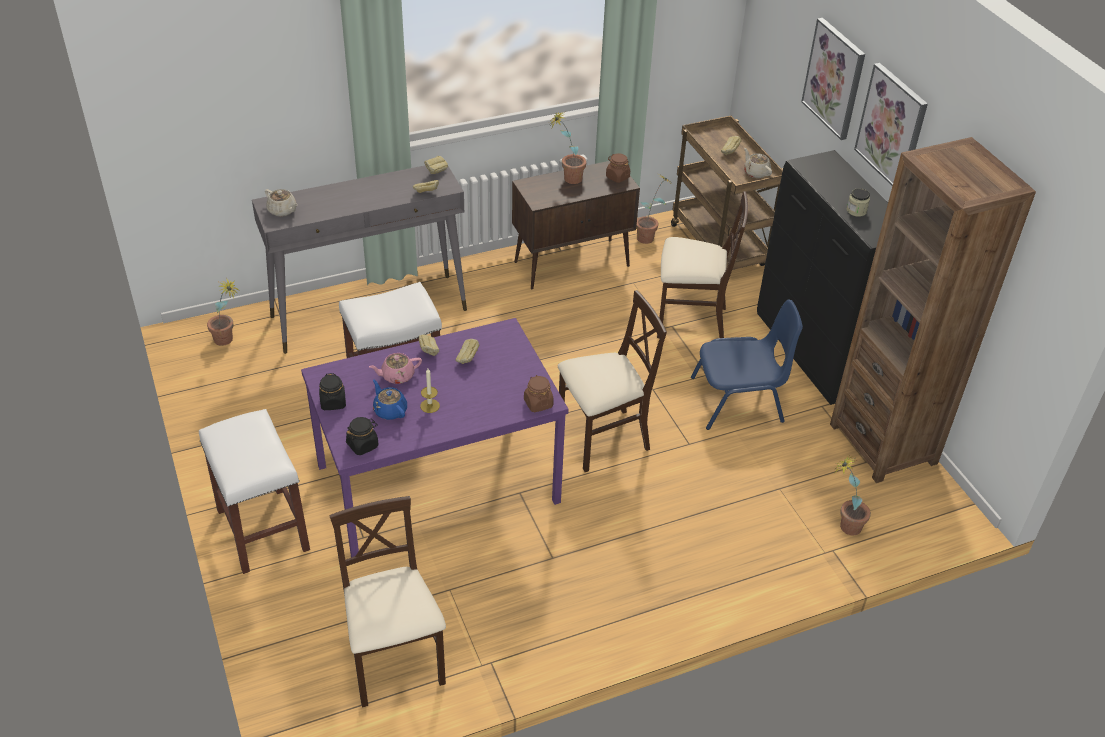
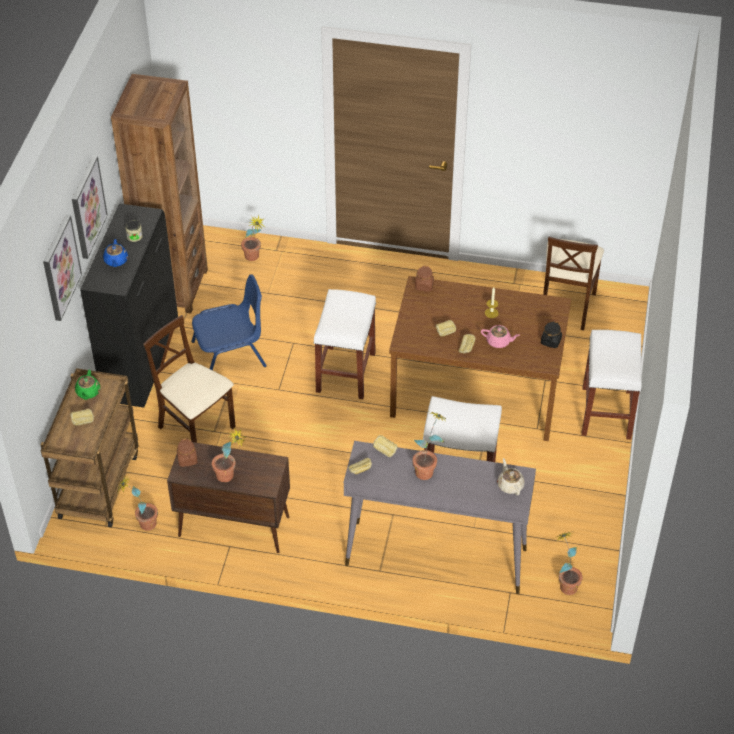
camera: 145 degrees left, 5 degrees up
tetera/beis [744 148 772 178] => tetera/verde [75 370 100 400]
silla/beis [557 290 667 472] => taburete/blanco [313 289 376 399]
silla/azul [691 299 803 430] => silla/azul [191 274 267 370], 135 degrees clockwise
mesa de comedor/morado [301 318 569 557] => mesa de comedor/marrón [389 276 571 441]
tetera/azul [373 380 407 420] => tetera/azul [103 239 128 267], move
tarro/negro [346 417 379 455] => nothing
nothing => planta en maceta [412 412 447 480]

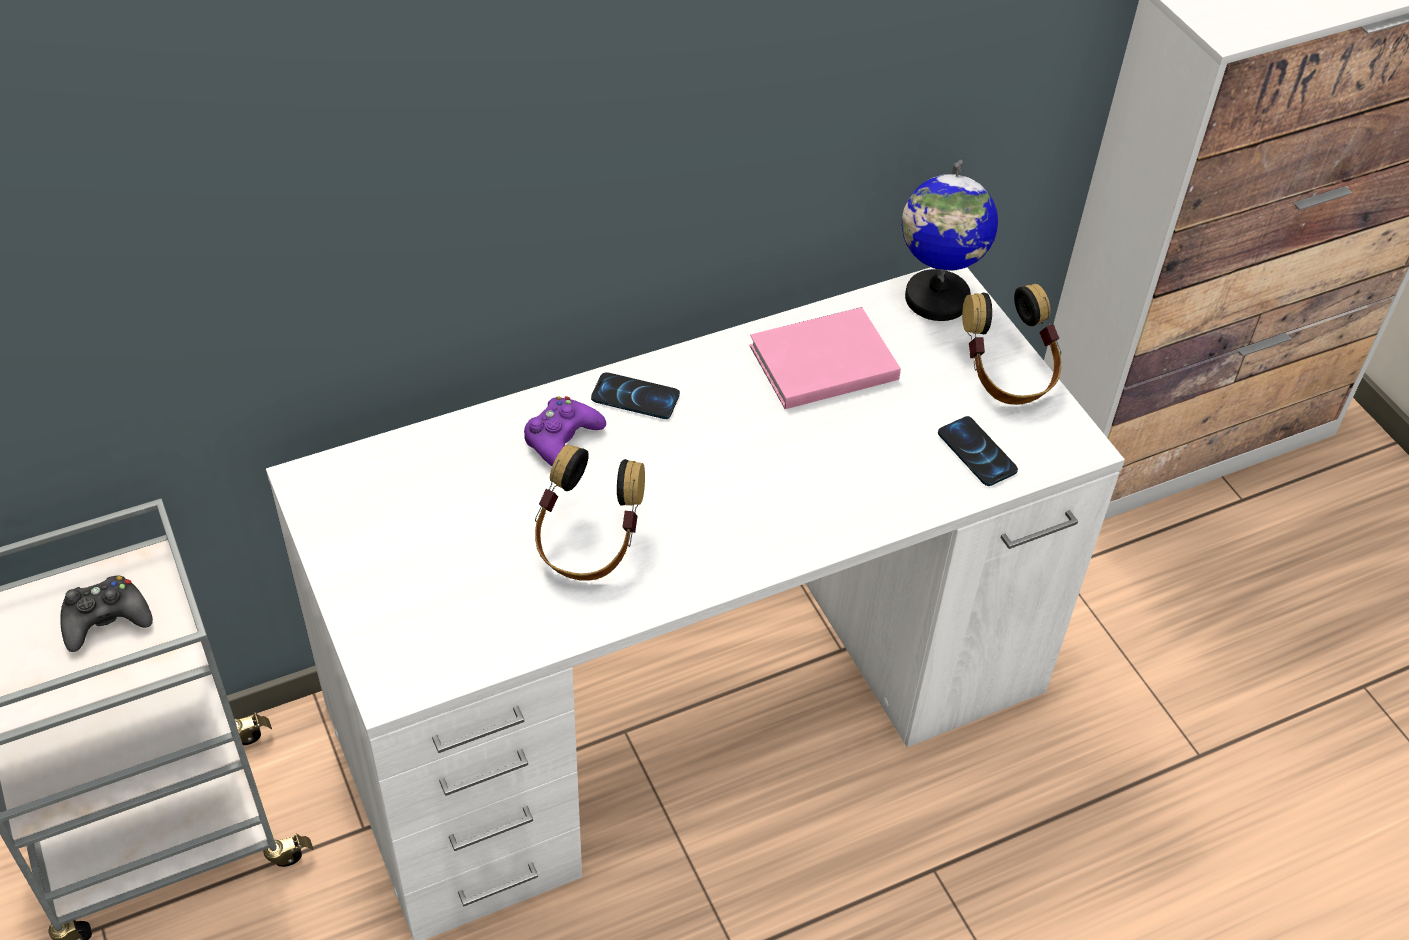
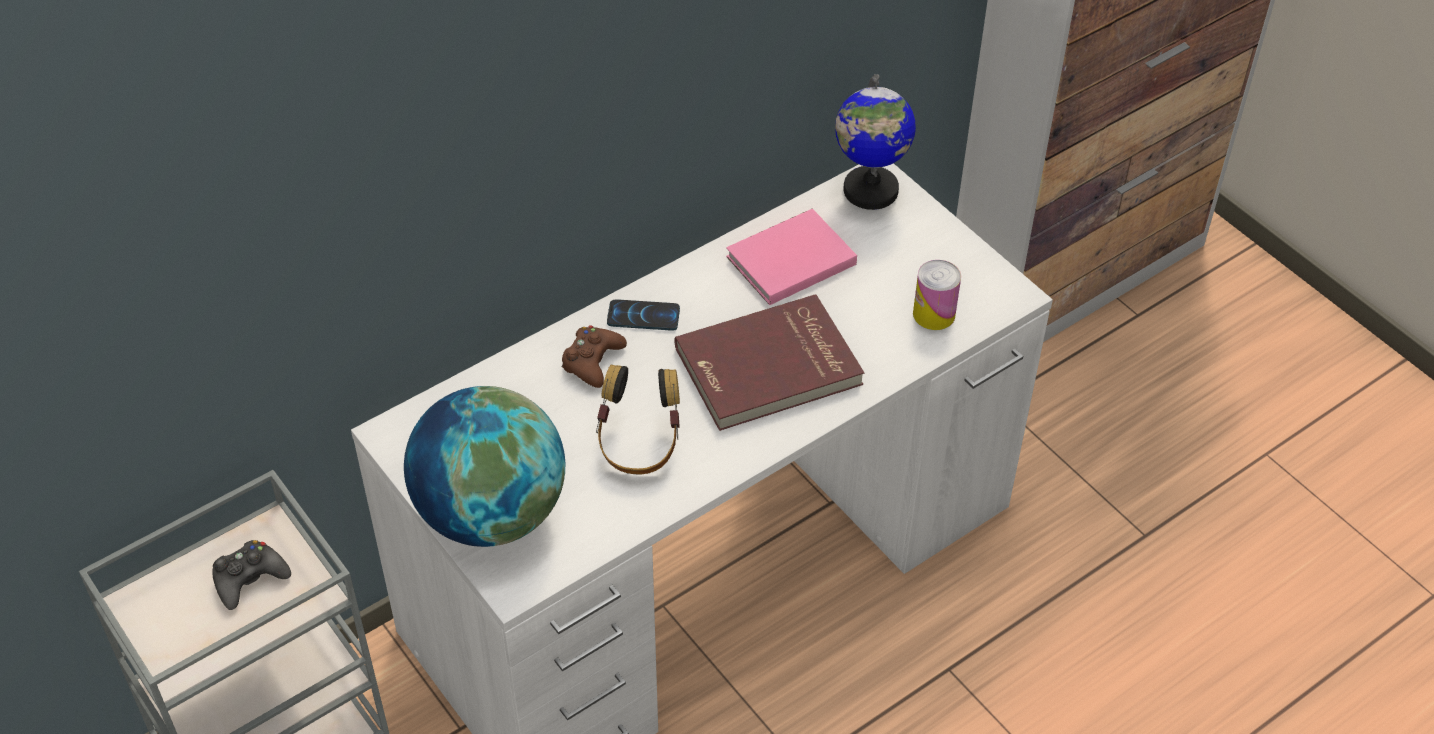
camera: 10 degrees left, 0 degrees up
auriculares [962 284 1061 405] => nothing
mando de consola/morado [524 396 606 466] => mando de consola/marrón [562 325 627 388]
móvil [938 416 1018 486] => lata [913 260 961 330]
nothing => libro/rojo [674 294 864 431]
nothing => globo terráqueo [404 386 565 547]

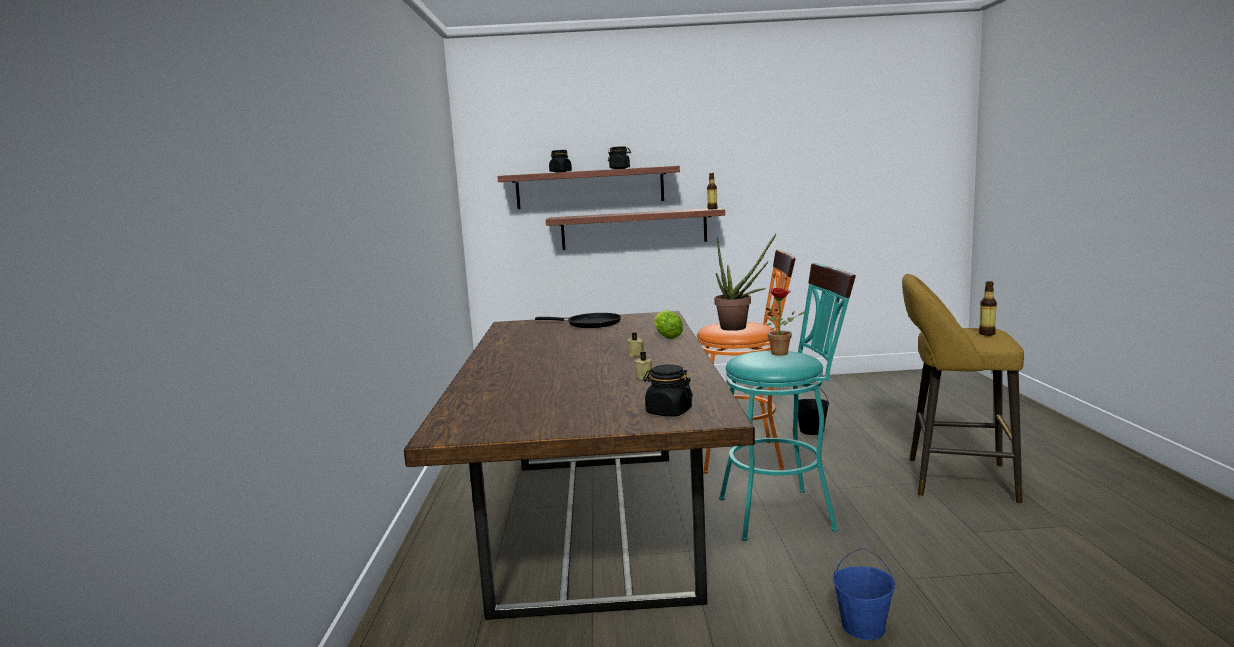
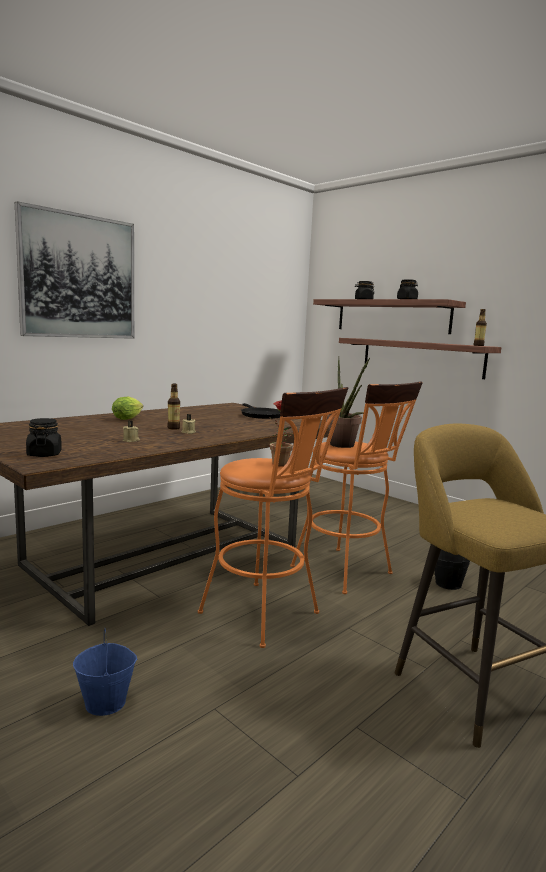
camera: 45 degrees right, 0 degrees up
taburete/turquesa [719 263 856 541] => taburete/naranja [198 387 348 648]
botella [979 281 997 336] => botella [167 384 180 430], move
lechuga [654 310 683 339] => lechuga [112 397 143 420], move
nothing => cuadro [15 201 134 339]

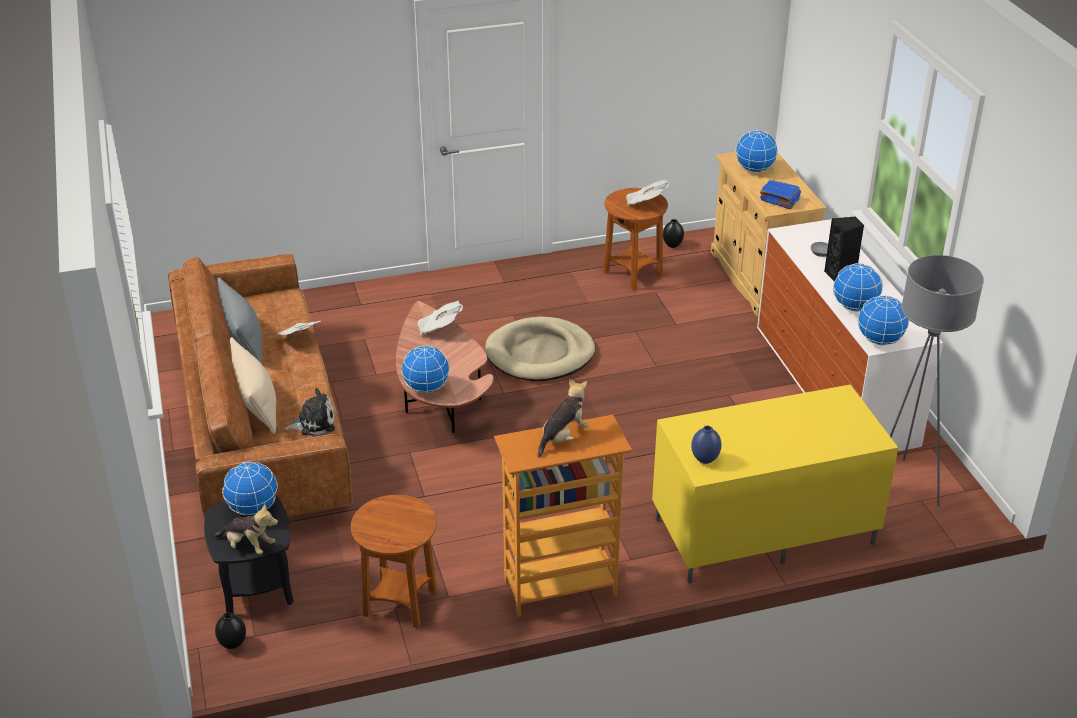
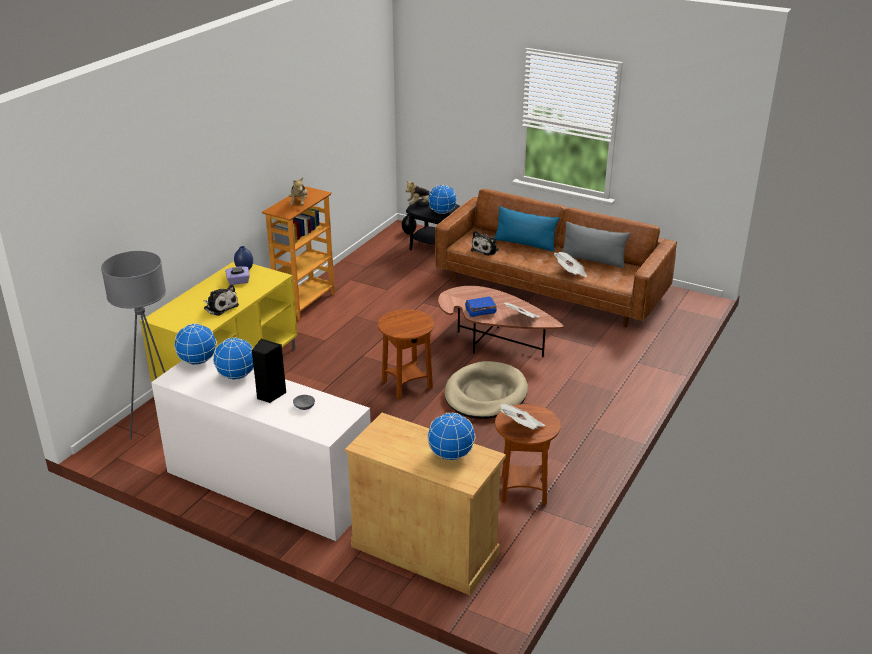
camera: 135 degrees right, 5 degrees down
libro/azul [760 180 801 209] => libro/azul [465 296 497 317], move
florero/negro [663 219 684 248] => nothing
cojín/beis [230 337 276 434] => cojín/azul [494 206 560 252]
globo terráqueo [401 345 450 393] => nothing
mesa auxiliar/marrón [351 495 437 628] => mesa auxiliar/marrón [378 309 434 399], move
nothing => caja de pañuelos/morado [225 266 250 285]
nothing => peluche [204 284 239 316]

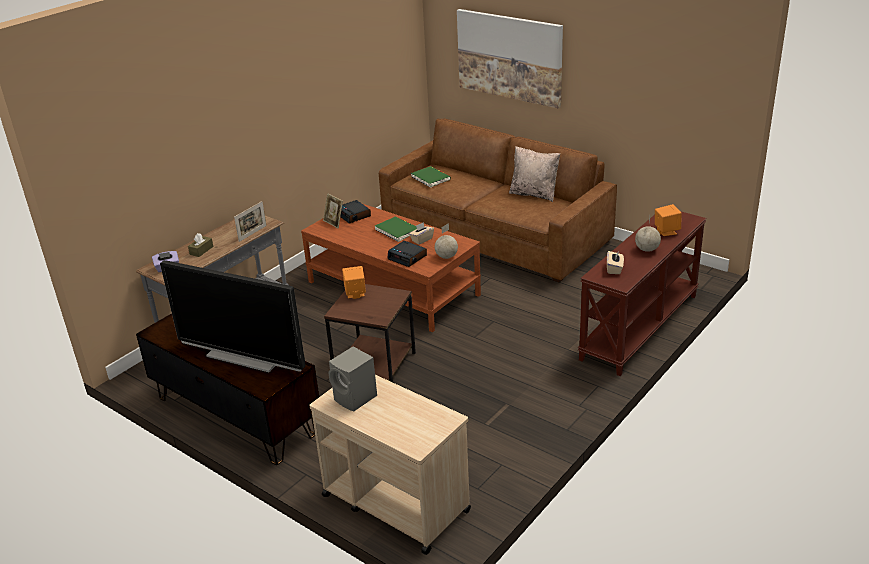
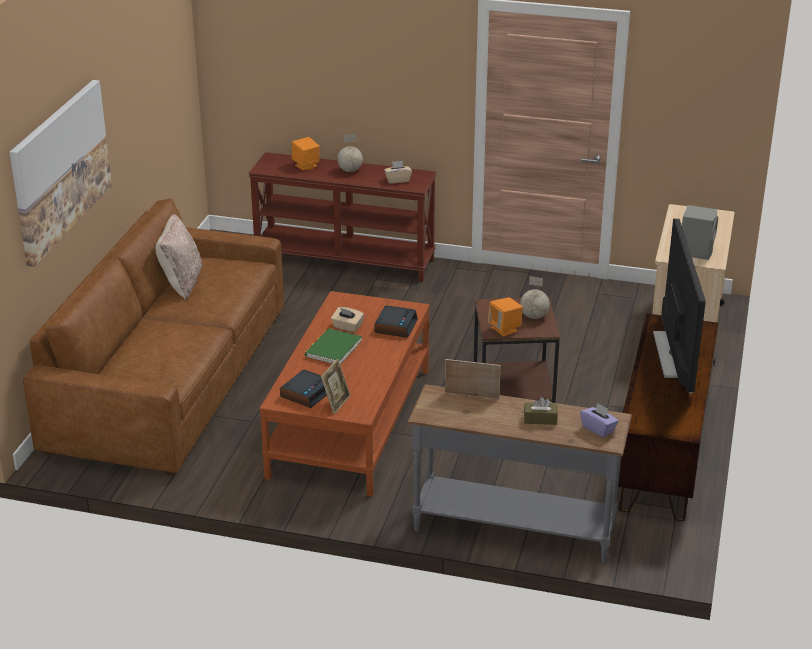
camera: 115 degrees left, 0 degrees up
libro/verde [411 166 451 188] => nothing
globo terráqueo [435 223 458 259] => globo terráqueo [520 276 550 319], move

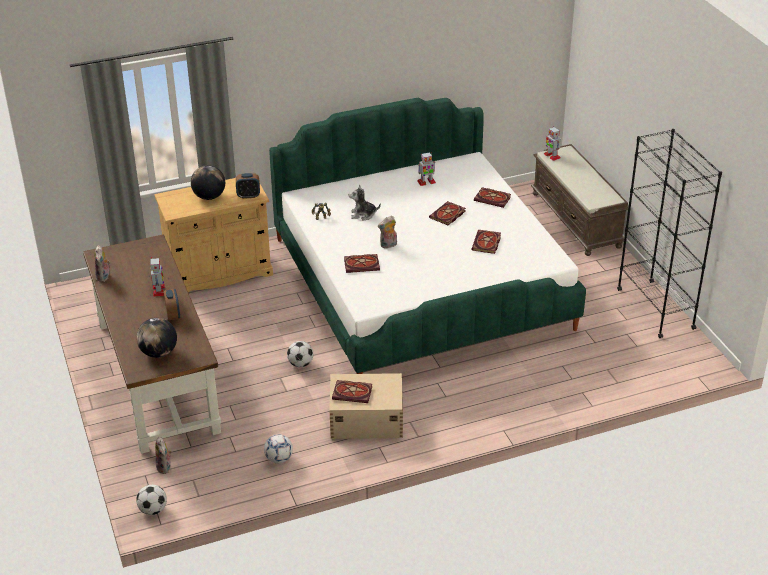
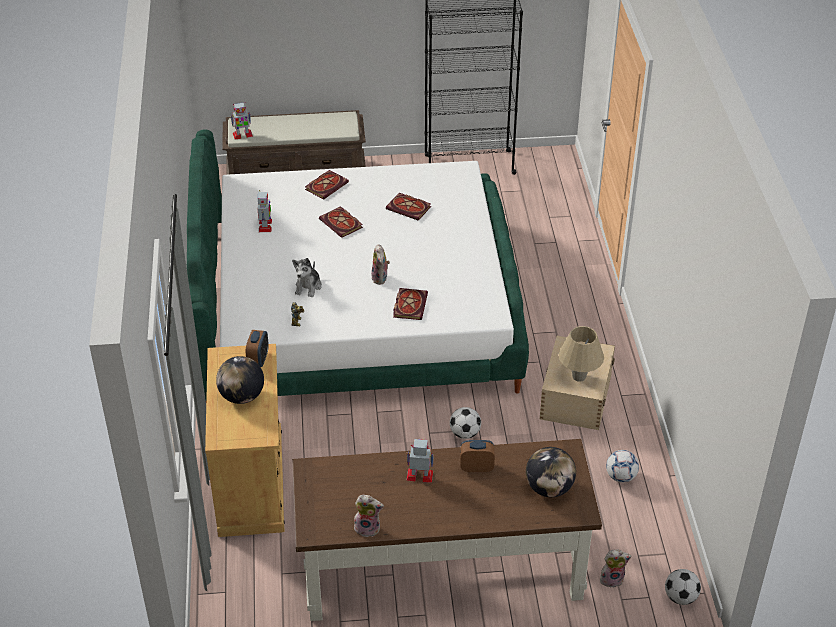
camera: 75 degrees left, 5 degrees up
libro [332 380 372 403] => lámpara de mesa/beis [558 326 604 382]

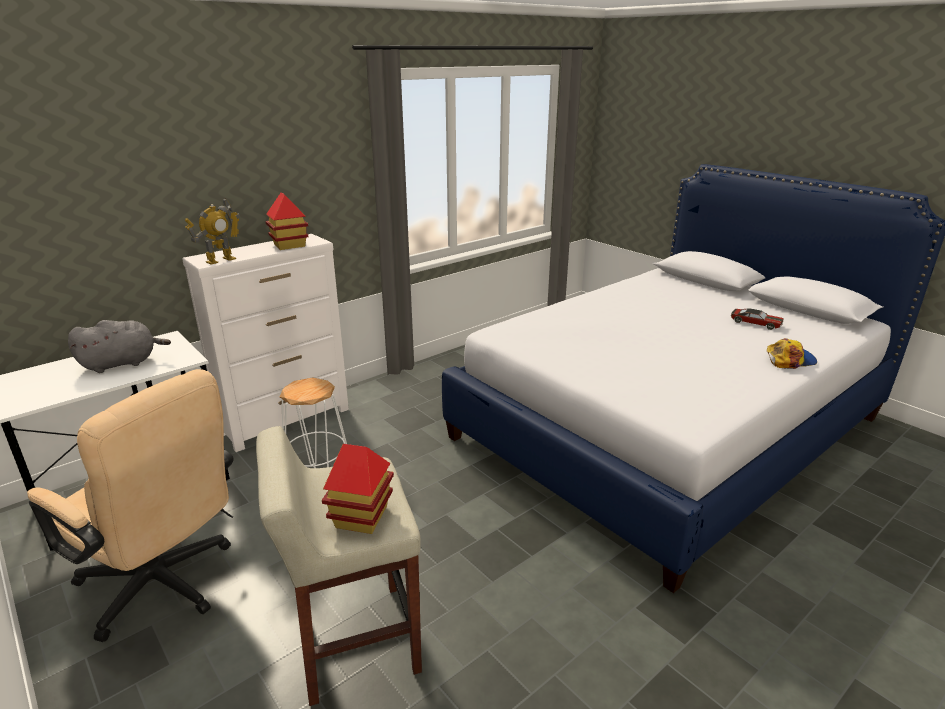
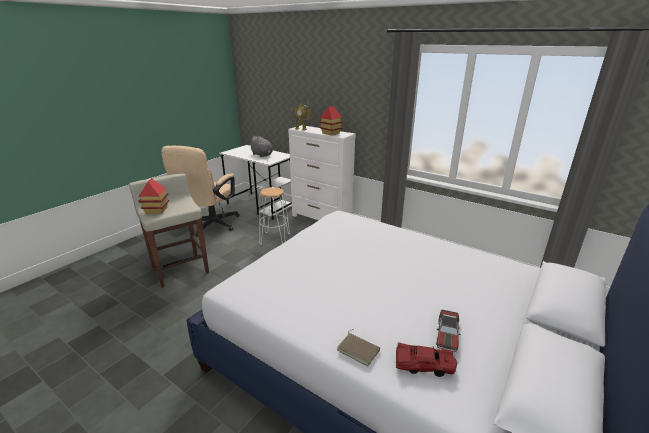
camera: 75 degrees right, 0 degrees up
gorra [767 338 817 369] => libro/marrón [337 329 380 366]
nothing => coche de juguete/rojo [396 342 457 377]

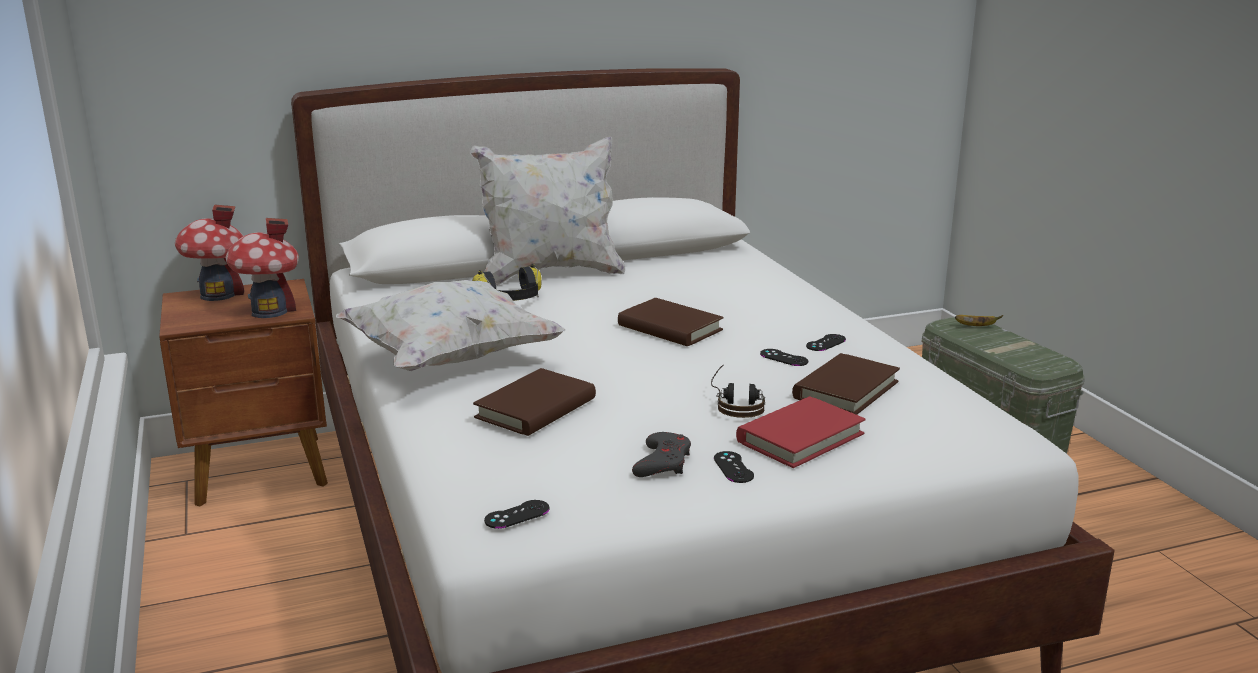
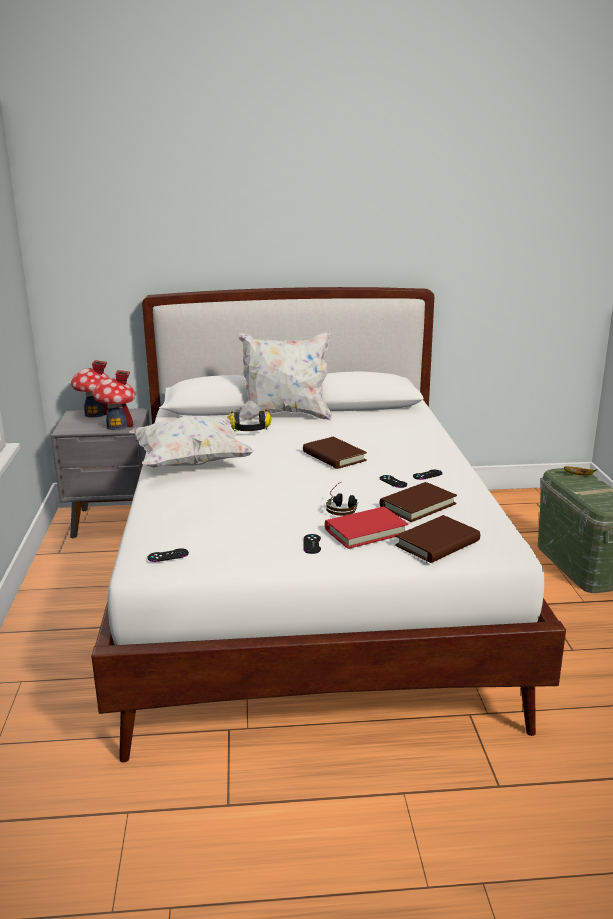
camera: 15 degrees right, 0 degrees up
mesita de noche/marrón [159 279 328 506] => mesita de noche/gris [51 408 150 538]
libro/marrón [473 368 596 436] => libro/marrón [395 515 480 563], move
mando de consola/gris [632 432 691 477] => nothing

